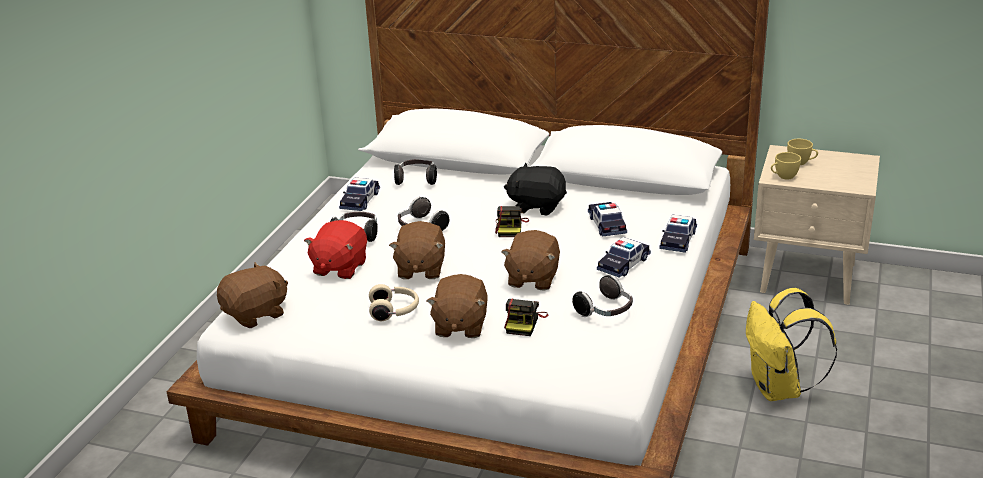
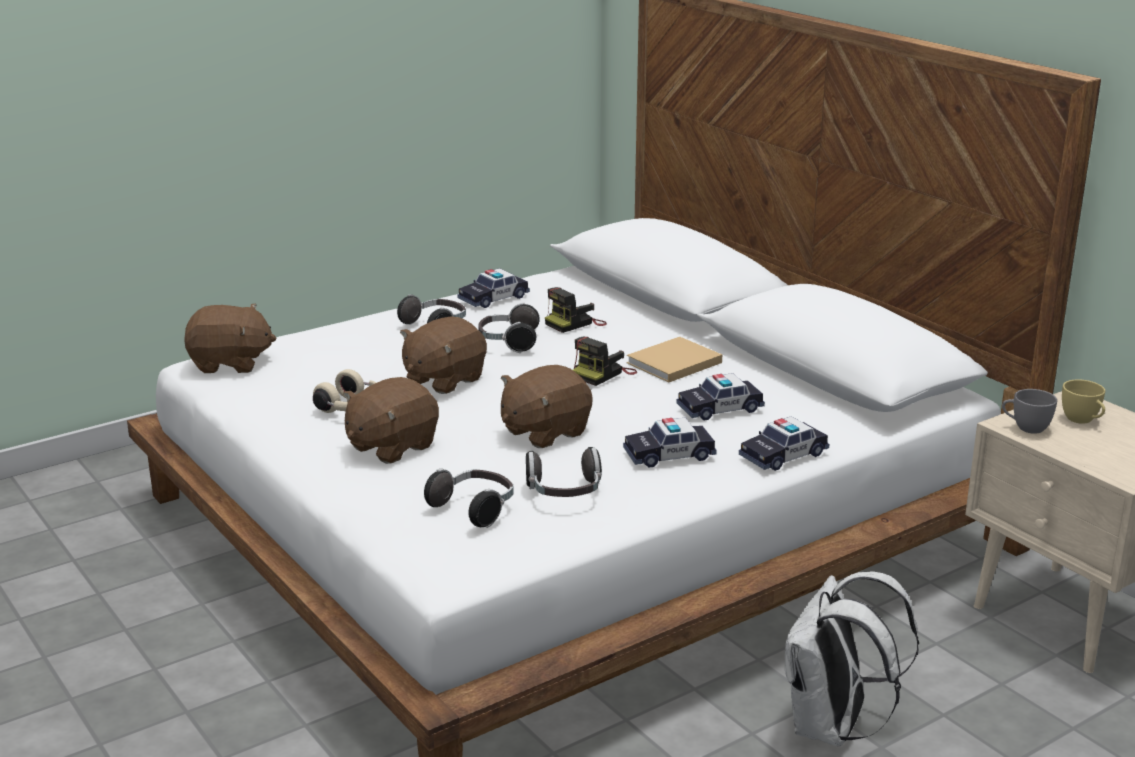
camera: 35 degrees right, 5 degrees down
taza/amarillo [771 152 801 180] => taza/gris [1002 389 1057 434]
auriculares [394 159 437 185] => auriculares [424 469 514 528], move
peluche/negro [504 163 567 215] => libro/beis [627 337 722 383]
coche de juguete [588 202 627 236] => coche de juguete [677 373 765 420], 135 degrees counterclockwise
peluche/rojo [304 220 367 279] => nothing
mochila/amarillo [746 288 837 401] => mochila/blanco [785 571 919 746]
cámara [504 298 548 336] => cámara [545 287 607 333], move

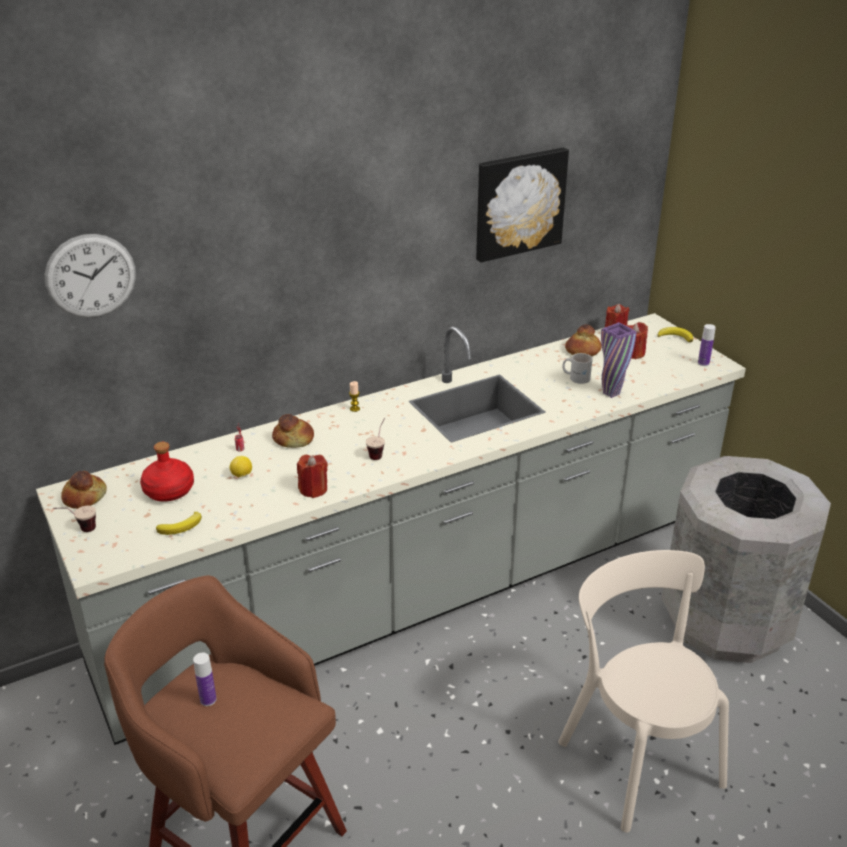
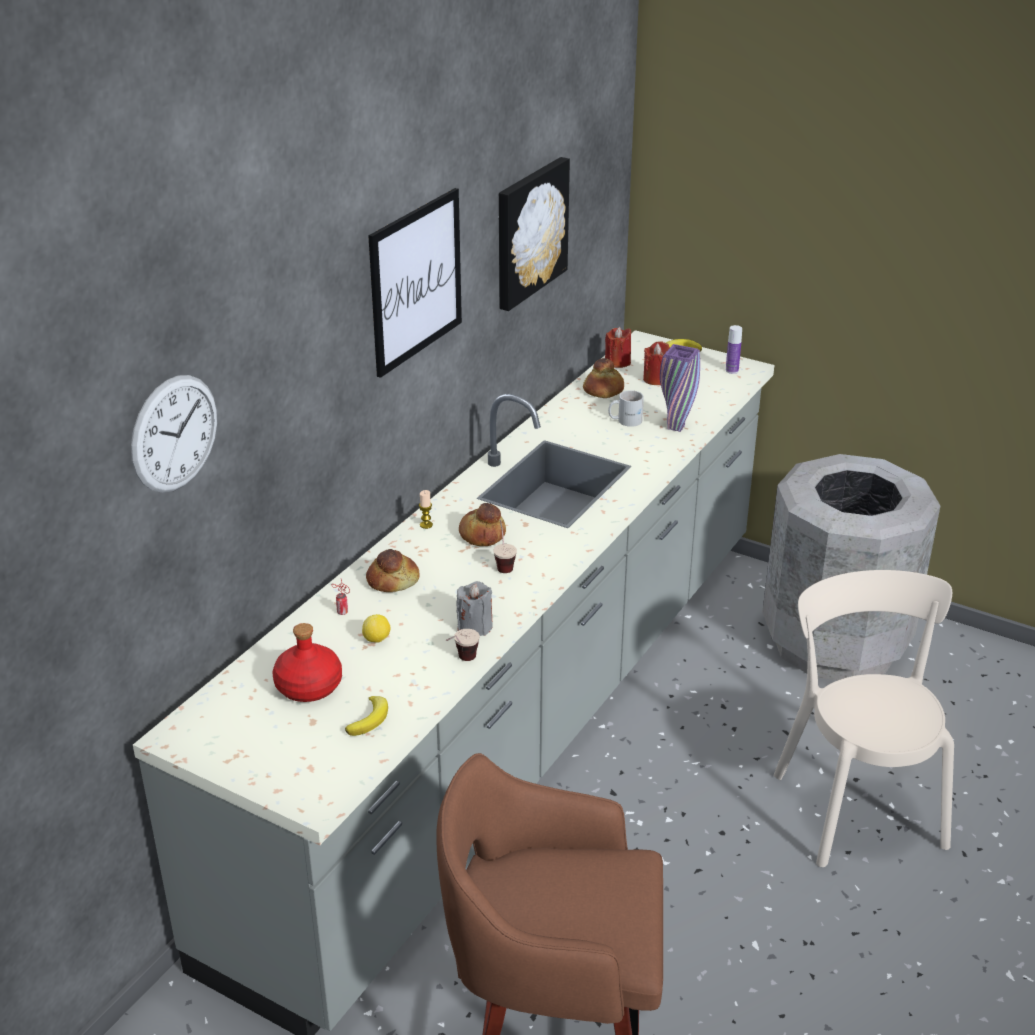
camera: 30 degrees left, 0 degrees up
vela/rojo [297 454 328 498] => vela/gris [456 581 493 636]
pan [61 471 107 509] => pan [459 503 506 546], move
taza [53 506 96 532] => taza [446 629 480 661], move
silla/beis [558 550 729 833] => silla/beis [774 570 954 867], 45 degrees clockwise
botella [193 653 217 706] => nothing
nothing => cuadro [368 188 462 378]

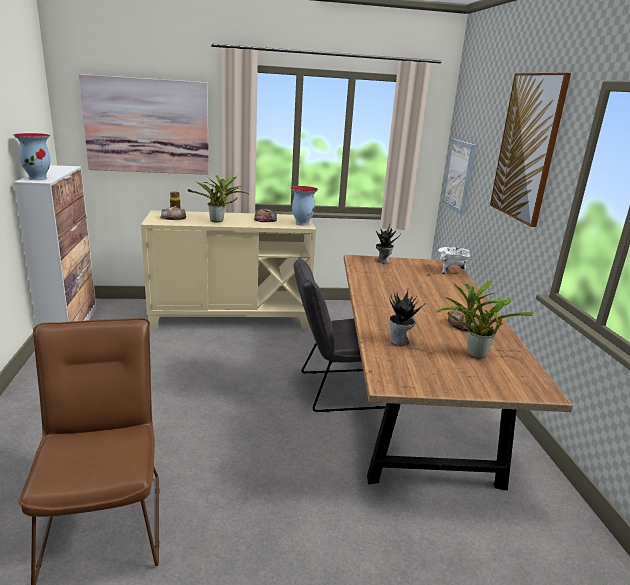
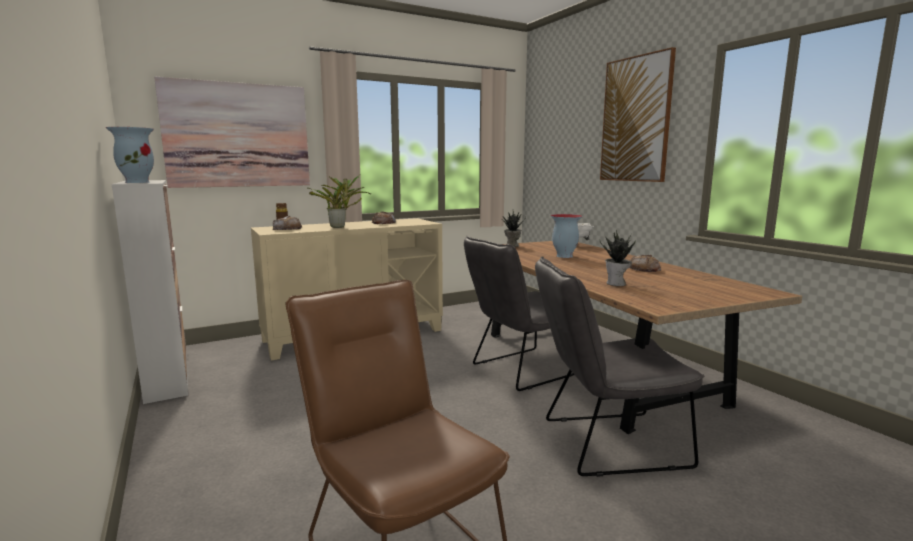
camera: 20 degrees left, 10 degrees down
cuadro [442 139 476 215] => nothing
florero [291 186 318 226] => florero [551 214 583 258], move
planta en maceta [436 281 534 359] => nothing
nothing => silla/gris [535 256 704 477]

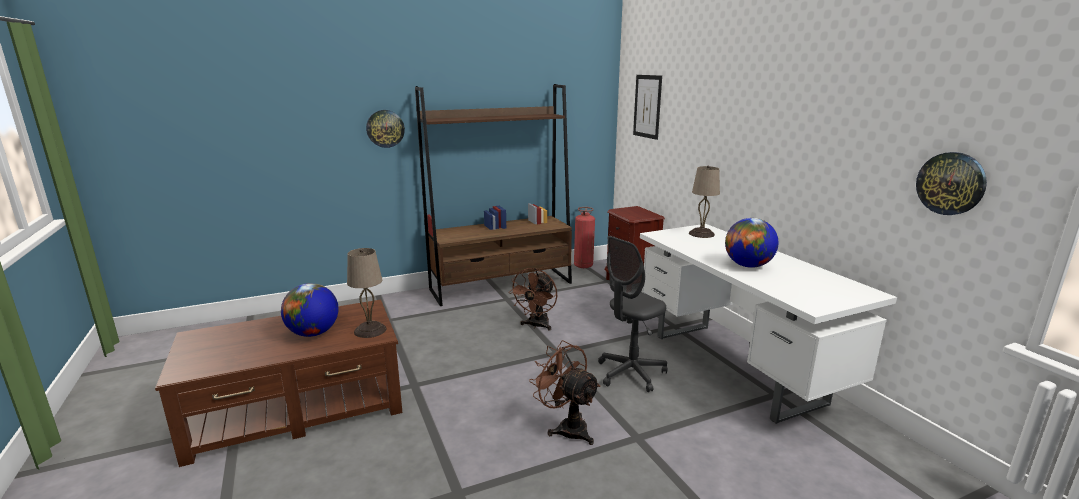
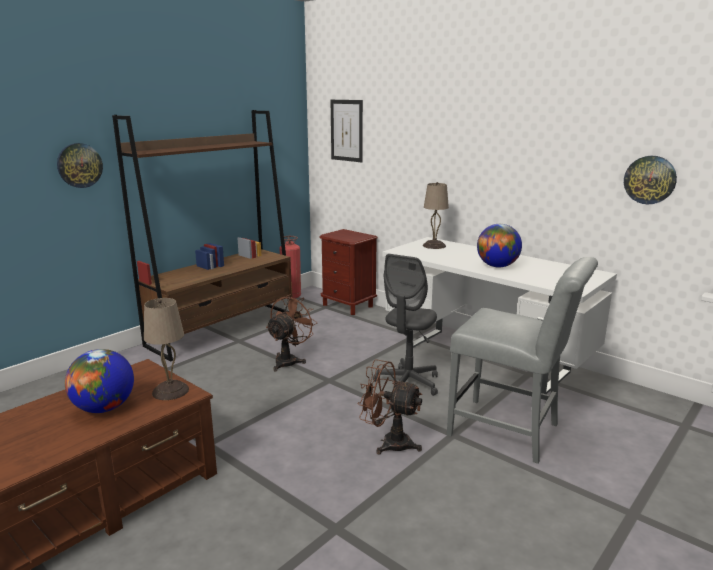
camera: 25 degrees left, 0 degrees up
ventilador/marrón [508 268 558 331] => ventilador/marrón [266 294 317 371], 150 degrees counterclockwise
nothing => silla/gris [447 257 598 464]

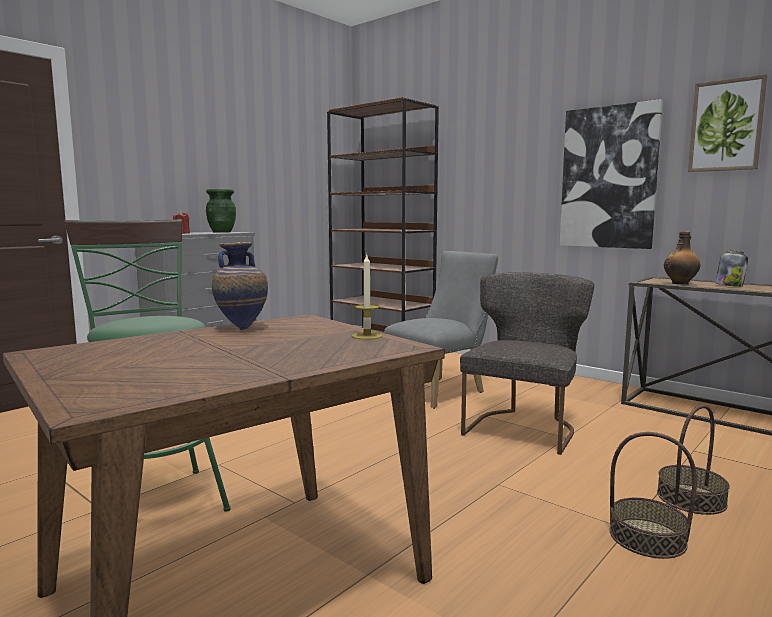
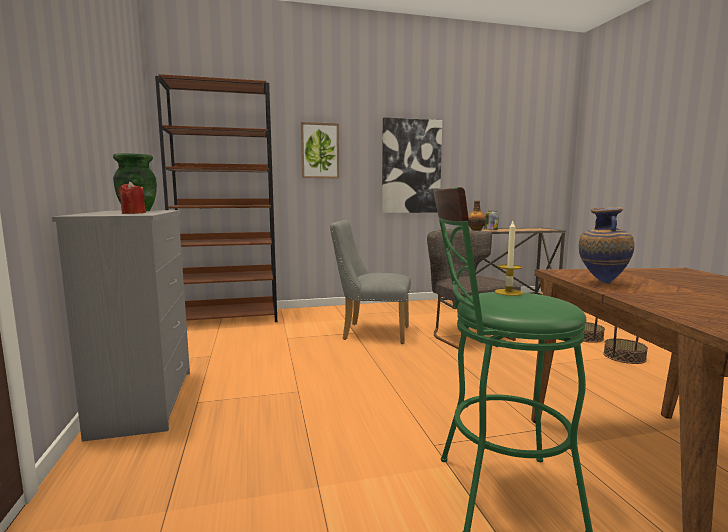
camera: 55 degrees left, 0 degrees up
cuadro [688 74 767 172] => cuadro [301 122 339 178], move
silla/gris [384 251 498 409] => silla/gris [330 220 411 344], 75 degrees counterclockwise
vela [352 255 382 340] => vela [495 221 523 296], move

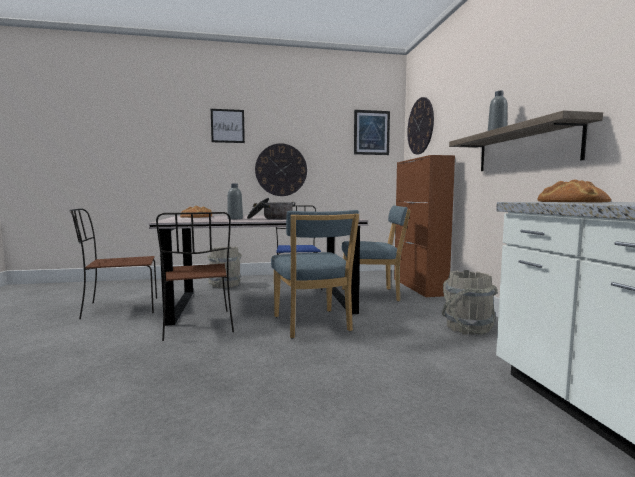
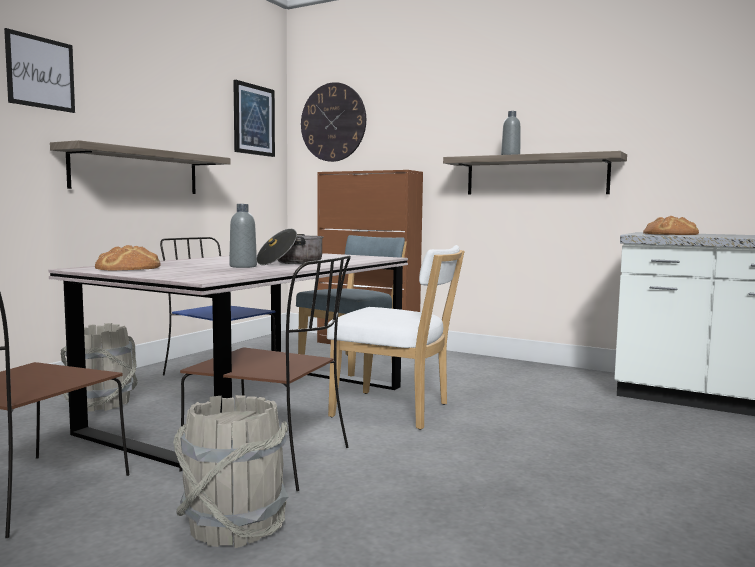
camera: 50 degrees left, 0 degrees up
reloj de pared [255 143 307 196] => estante [50 140 231 194]
silla/azul [271 210 359 339] => silla/blanco [327 245 465 430]
cubo/gris [442 270 498 335] => cubo/gris [173 395 289 548], move

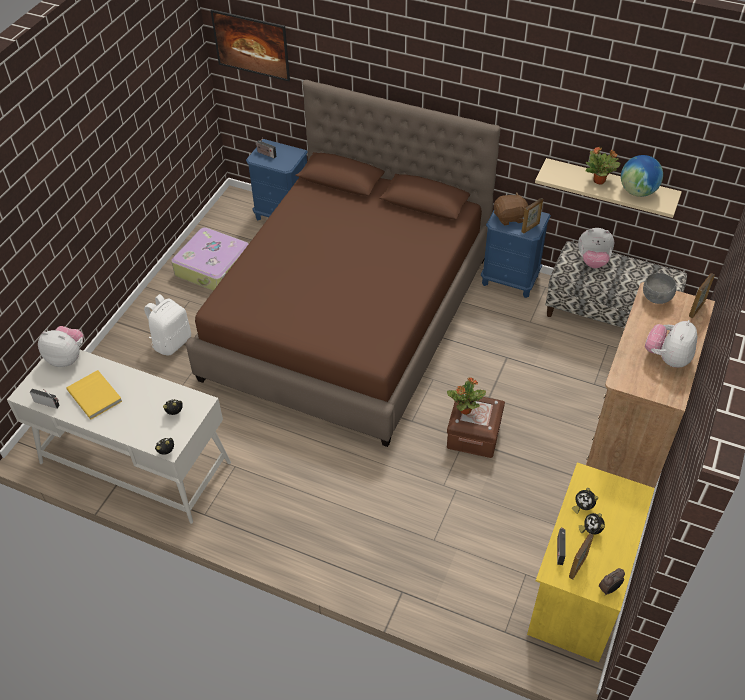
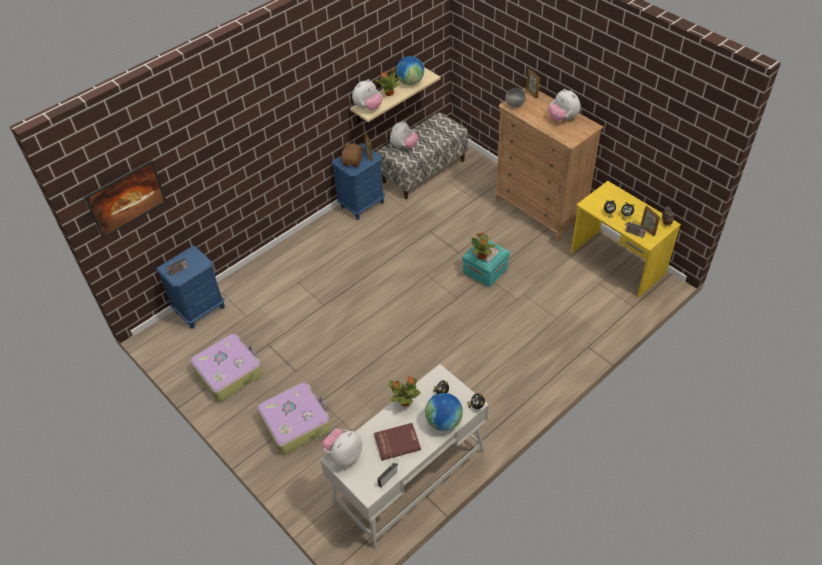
camera: 65 degrees left, 0 degrees up
cama/marrón [186 80 501 447] => nothing
mochila/blanco [144 294 191 355] => maleta [257 383 331 455]
libro/amarillo [67 370 122 419] => libro/rojo [374 423 421 461]
caja de almacenaje/marrón [447 394 505 458] => caja de almacenaje/turquesa [462 240 510 287]
nothing => peluche [352 79 383 110]
nothing => planta en maceta [389 376 421 407]
nothing => globo terráqueo [425 393 463 431]

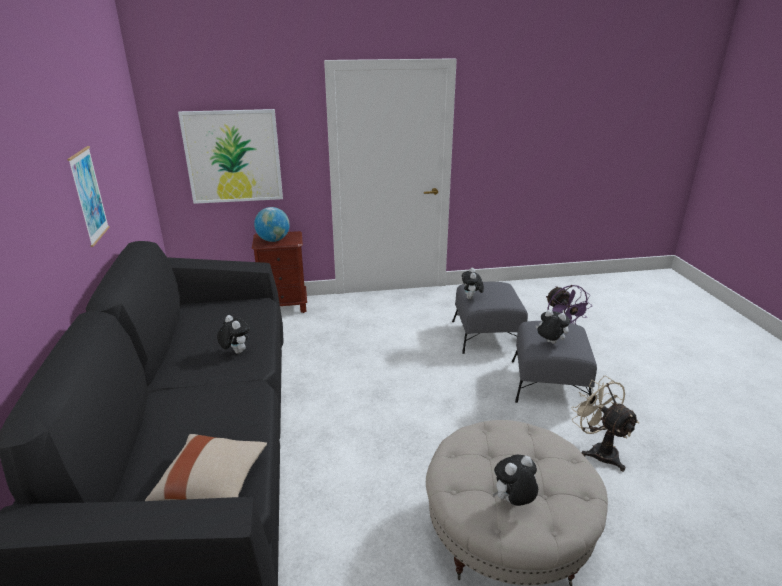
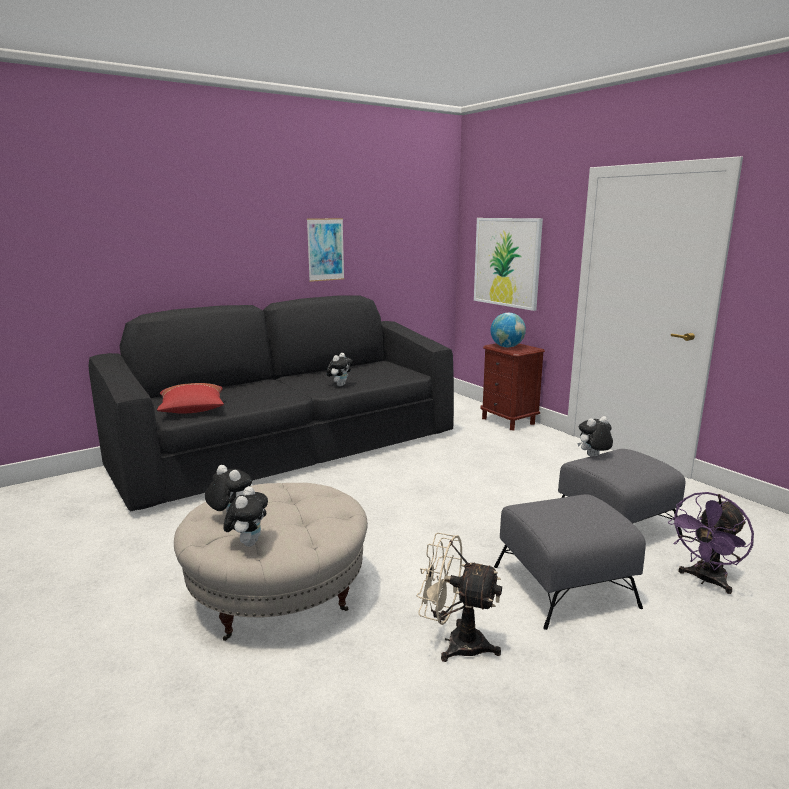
camera: 65 degrees right, 10 degrees down
peluche [535 310 570 344] => peluche [223 486 268 547], move
ventilador/beis [571 376 639 471] => ventilador/beis [417 533 502 662], 105 degrees counterclockwise
cojín/beis [145 434 267 501] => cojín/rojo [157 383 224 414]

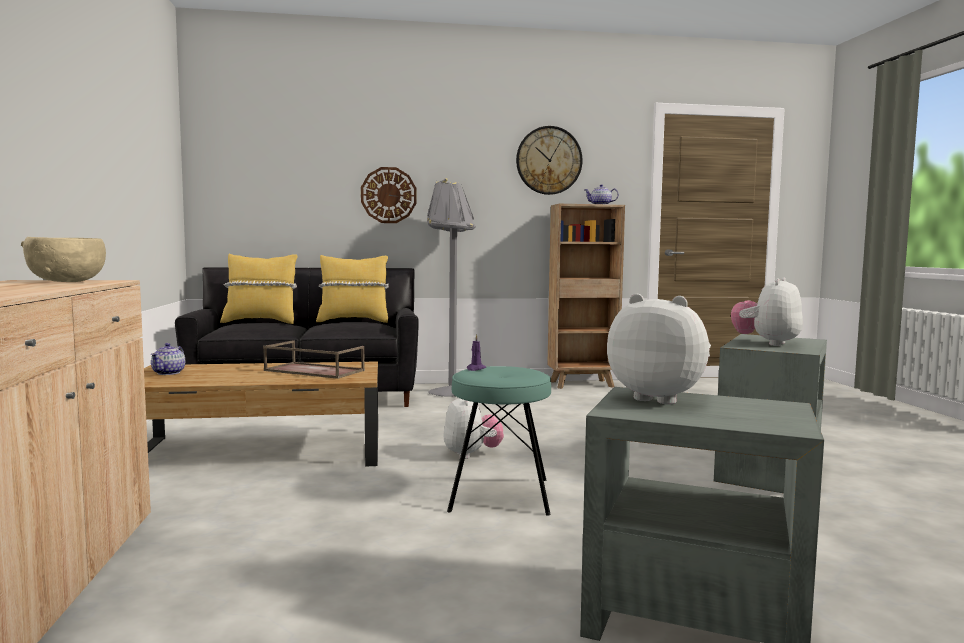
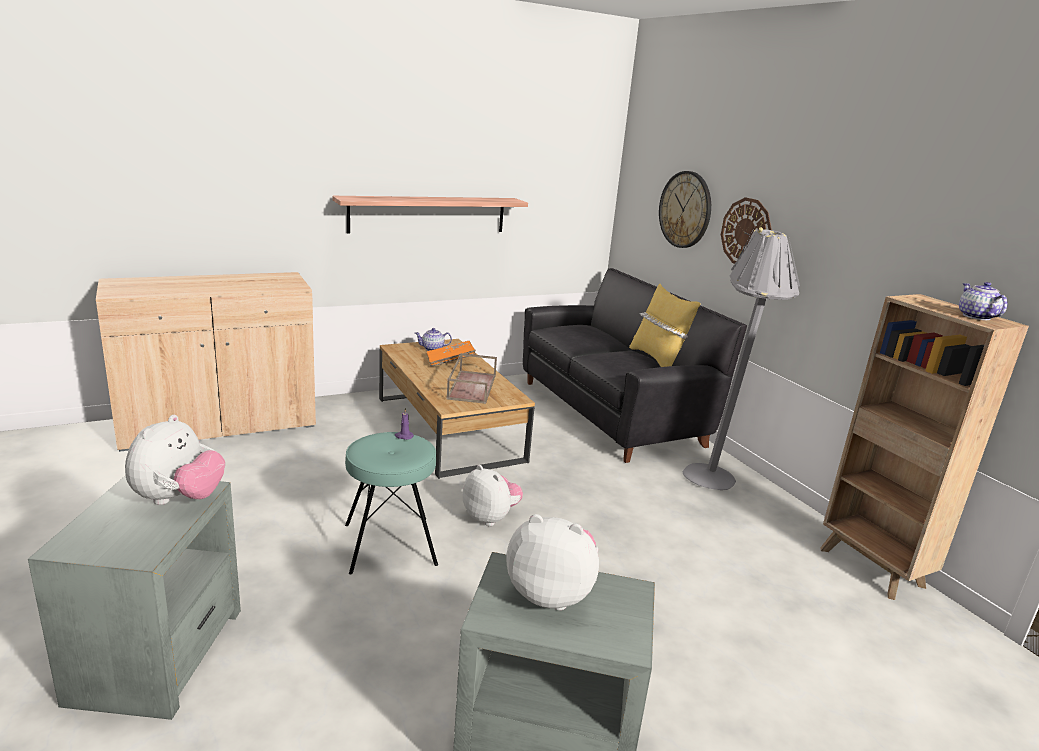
camera: 70 degrees right, 15 degrees up
reloj de pared [516 126 583 195] => reloj de pared [659 171 711 248], move
cuenco/beis [21 237 106 282] => nothing
cojín/amarillo [220 254 298 324] => nothing
peluche [443 399 504 459] => peluche [463 465 523 526], 105 degrees counterclockwise
nothing => estante [332 196 528 234]
nothing => libro/naranja [427 341 476 367]

